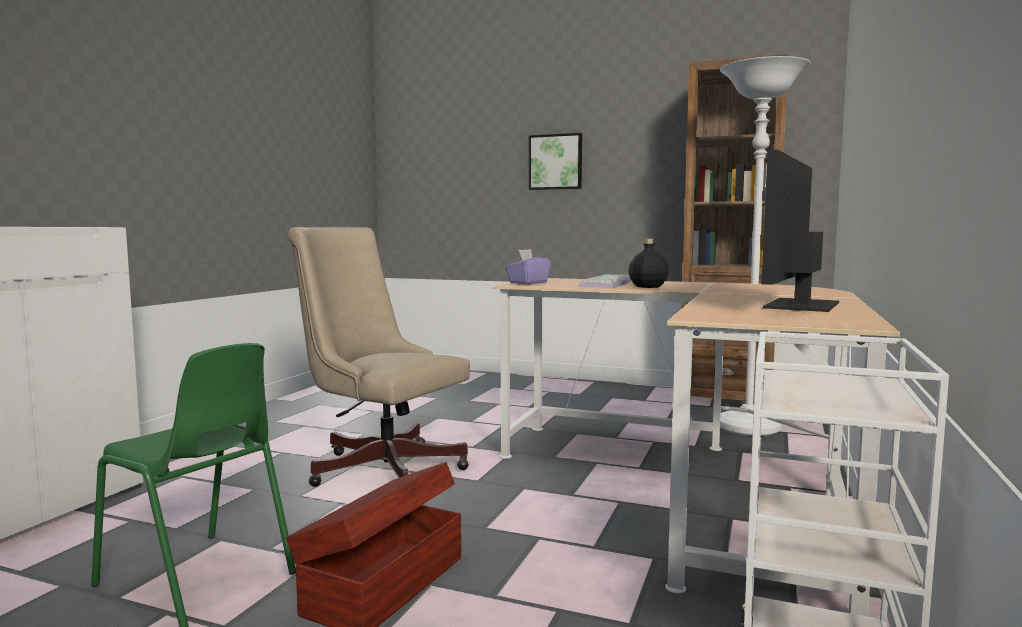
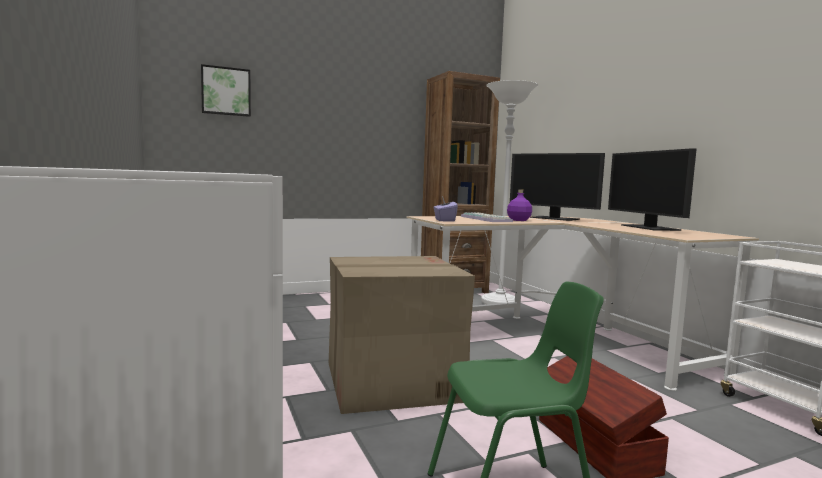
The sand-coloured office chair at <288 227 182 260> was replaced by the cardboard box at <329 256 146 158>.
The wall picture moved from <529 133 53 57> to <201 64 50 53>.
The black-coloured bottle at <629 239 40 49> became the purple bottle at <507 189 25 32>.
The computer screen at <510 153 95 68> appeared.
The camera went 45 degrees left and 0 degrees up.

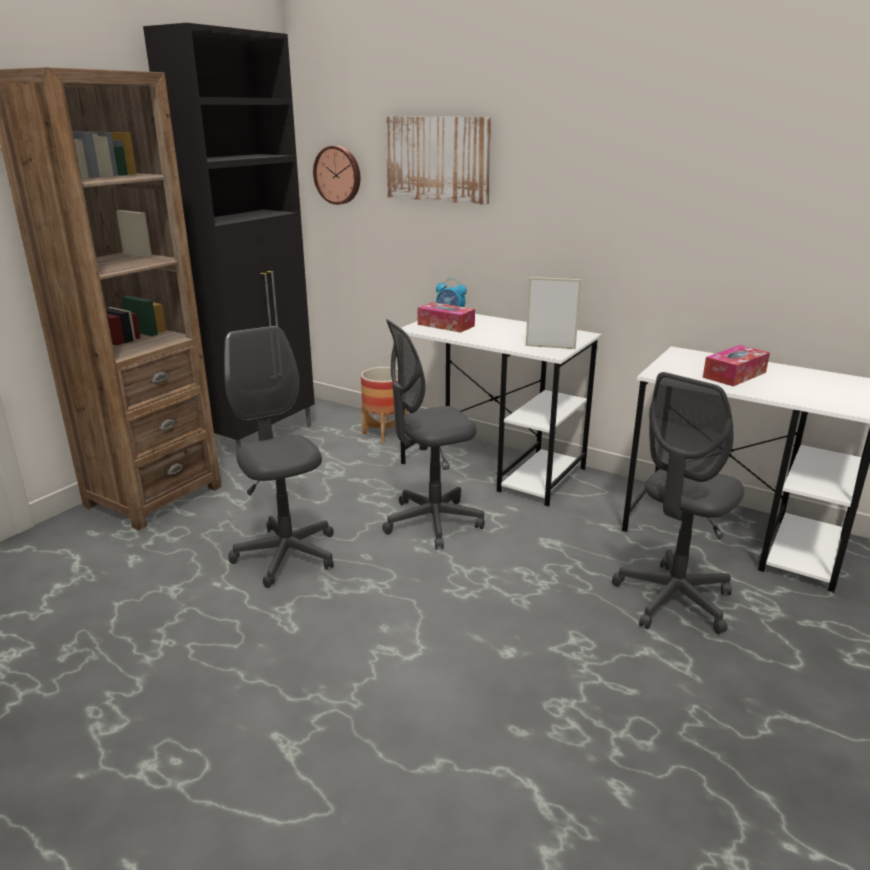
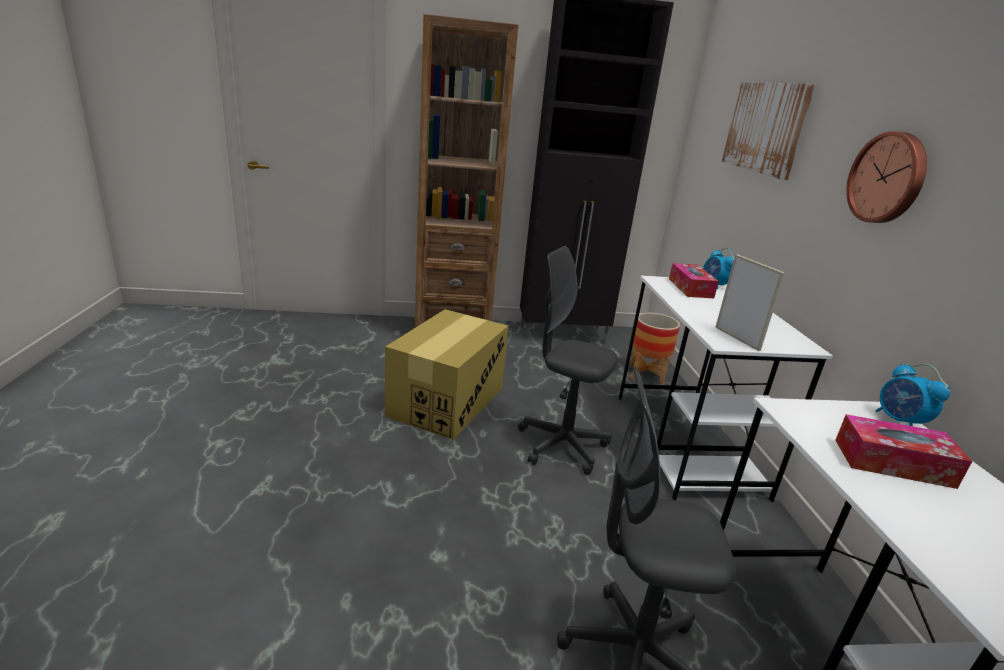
The grey office chair at <224 326 110 262> was replaced by the cardboard box at <385 309 123 131>.
The wall clock moved from <313 146 47 59> to <846 131 81 92>.
The bedside clock at <876 363 75 63> appeared.
The camera went 50 degrees right and 0 degrees up.

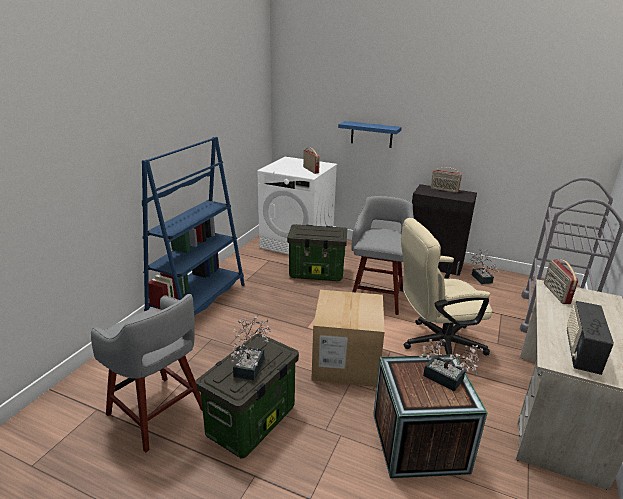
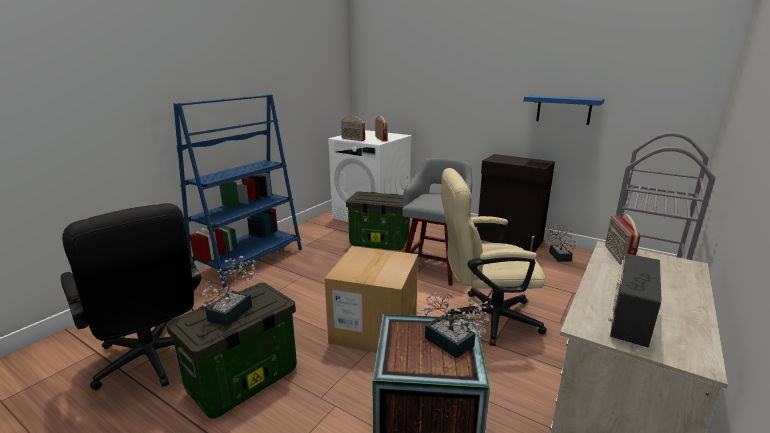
The grey stool at <91 294 112 159> was replaced by the black-coloured office chair at <61 203 140 187>.
The bluish wall shelf moved from <338 121 64 27> to <524 95 80 30>.
The radio receiver moved from <431 167 31 26> to <341 116 24 25>.
The camera went 10 degrees right and 5 degrees down.

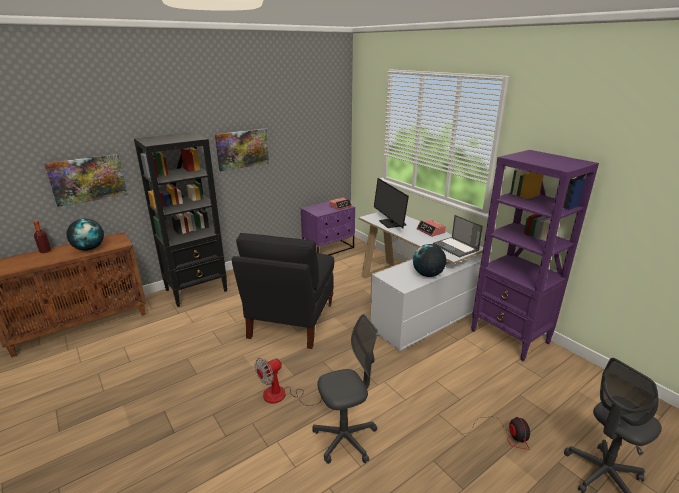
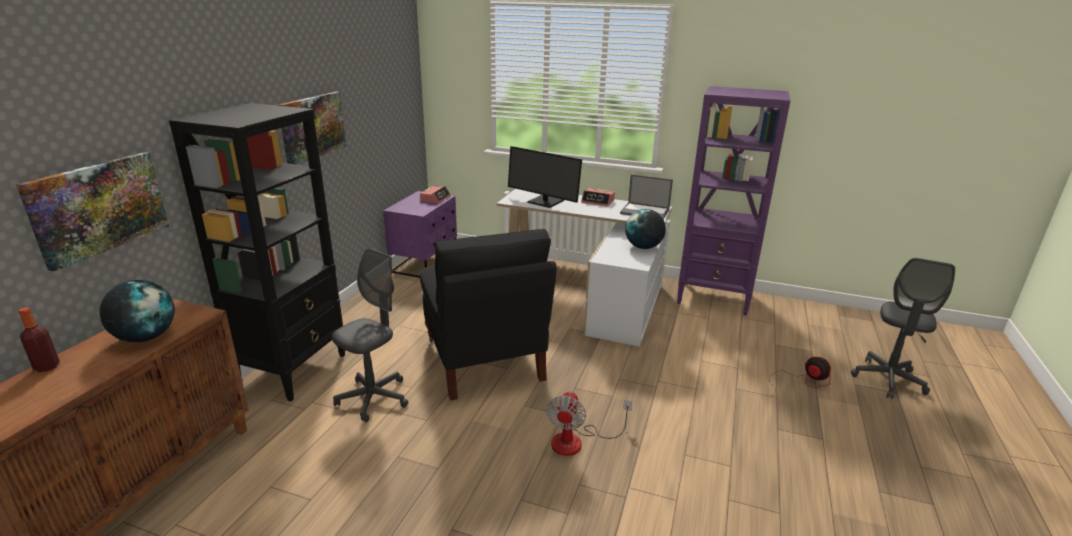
The grey office chair moved from <312 314 66 150> to <332 248 76 174>.
The camera went 35 degrees left and 0 degrees up.

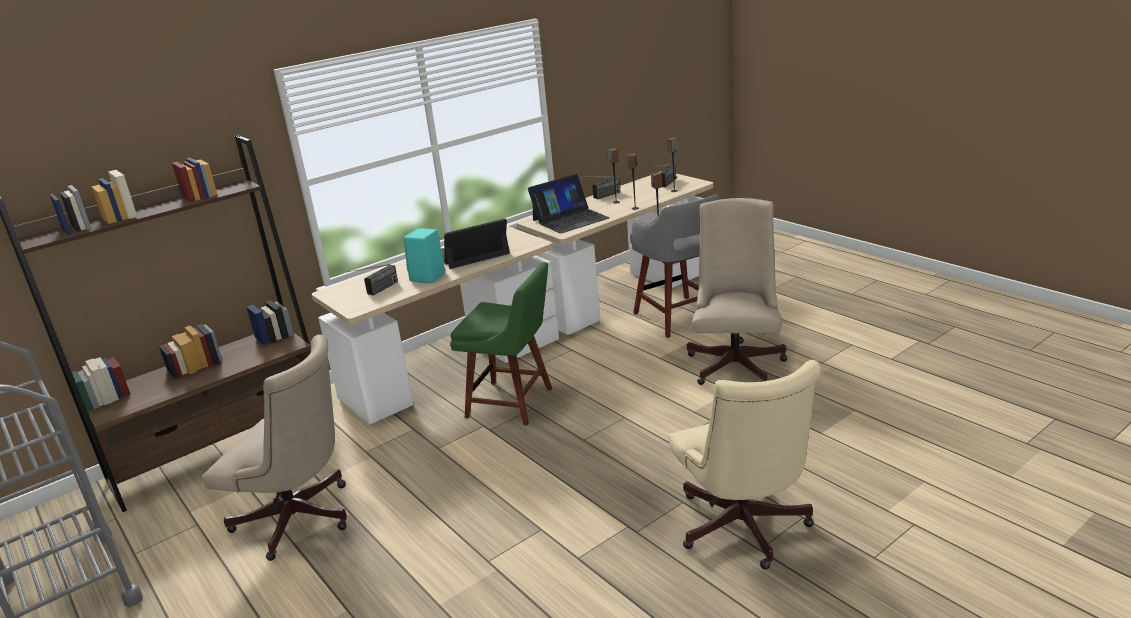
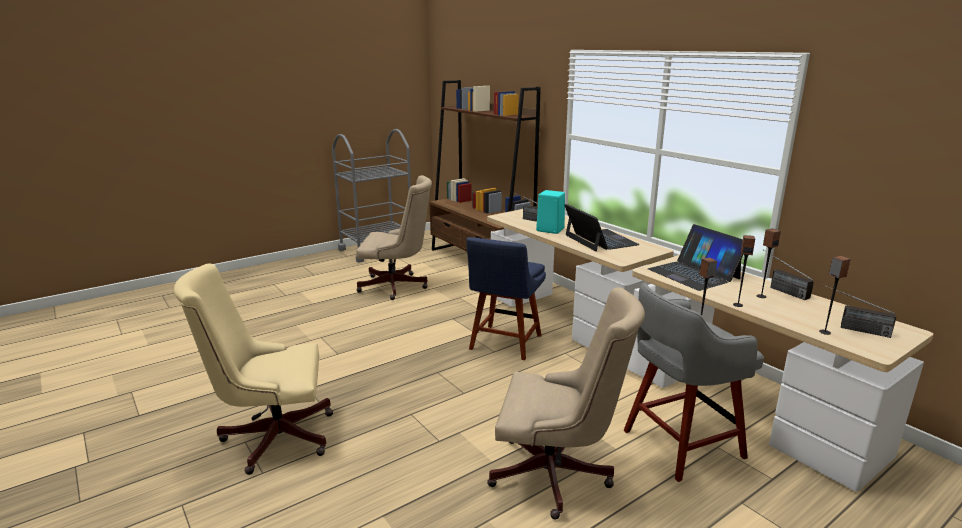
The sand-coloured office chair at <202 335 145 226> turned 105 degrees counterclockwise.
The greenish upright chair at <450 262 102 164> became the bluish upright chair at <466 237 80 123>.
The camera went 90 degrees right and 5 degrees down.

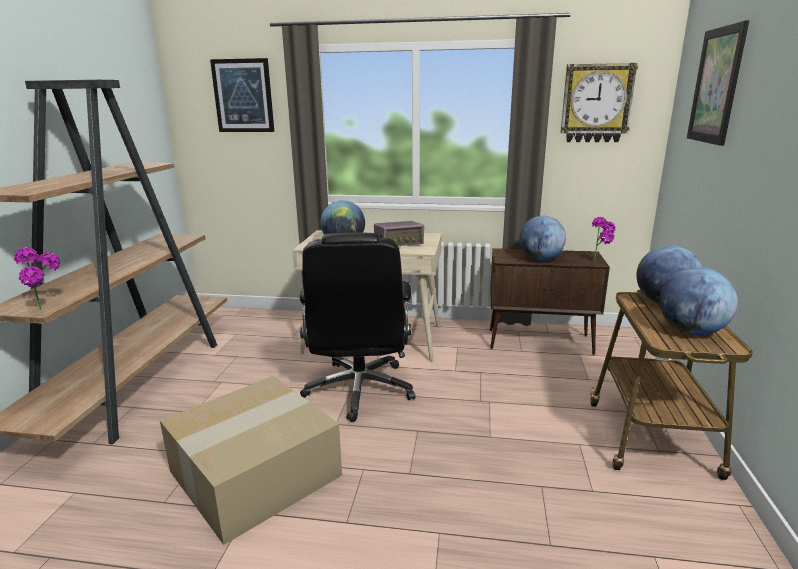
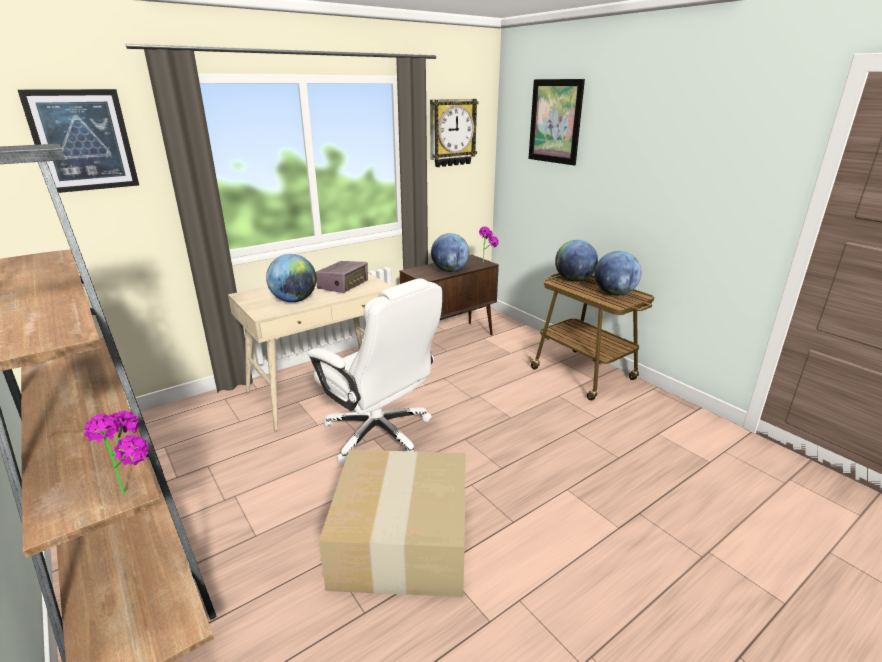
The black-coloured office chair at <300 233 115 189> became the white office chair at <308 278 134 186>.
The camera went 45 degrees left and 5 degrees up.

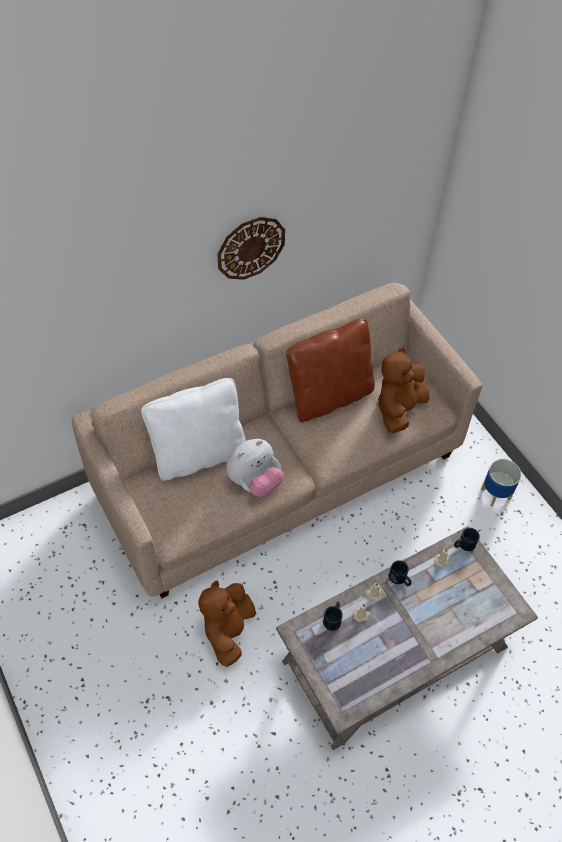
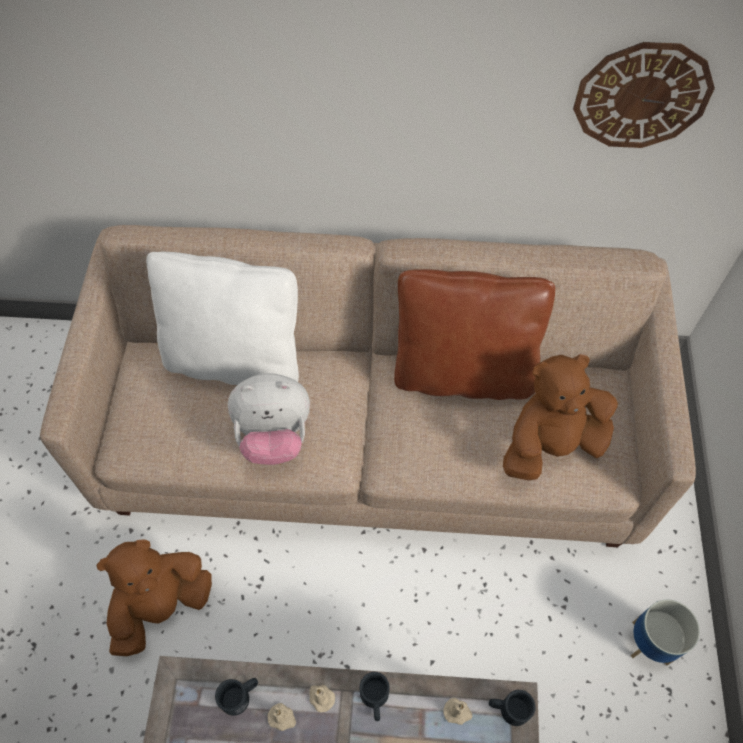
The wall clock moved from <217 217 68 63> to <573 42 142 106>.
The camera went 35 degrees right and 5 degrees up.

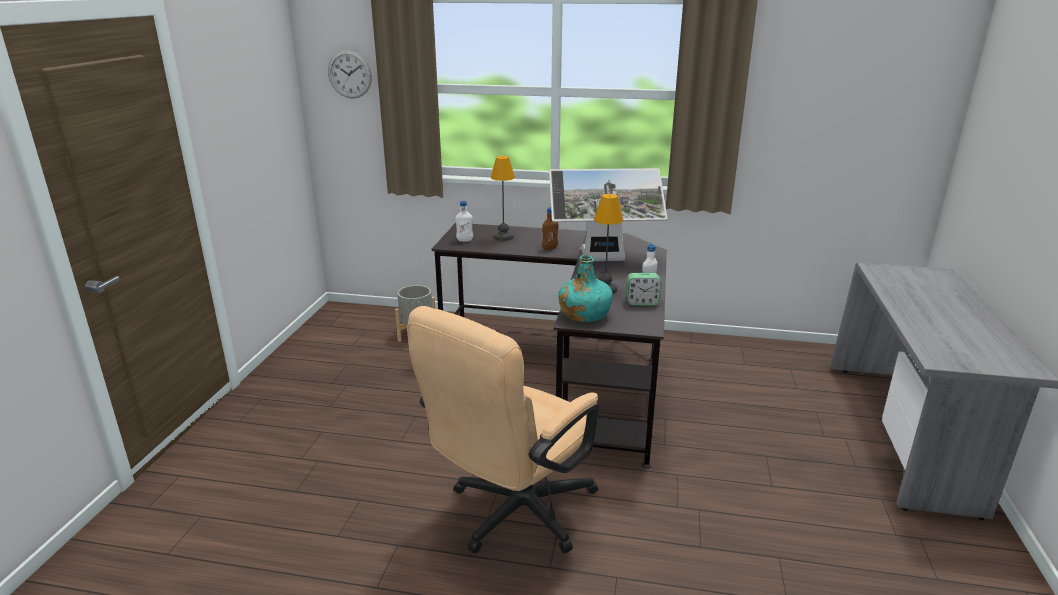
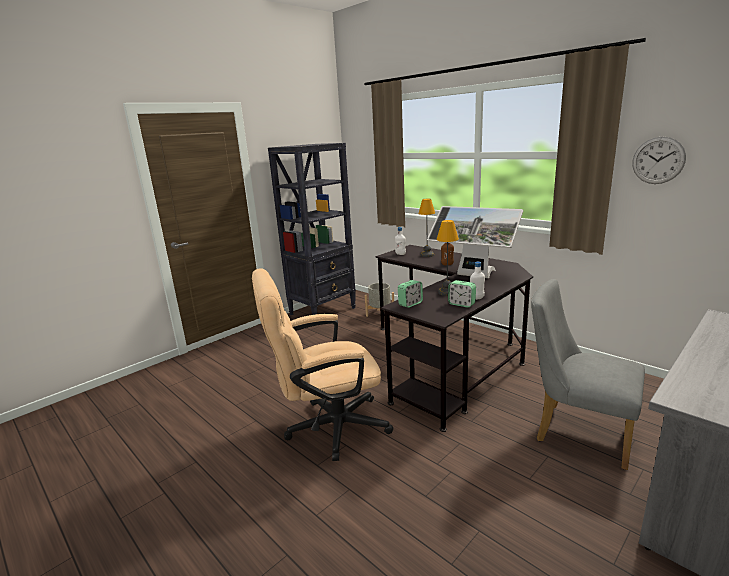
The wall clock moved from <328 50 44 49> to <632 137 54 47>.
The blue-green bottle at <558 255 55 67> was replaced by the bedside clock at <398 280 25 28>.
The black-coloured shelving unit at <268 143 88 172> appeared.
The grey upright chair at <531 279 114 191> appeared.
The camera went 35 degrees right and 5 degrees down.

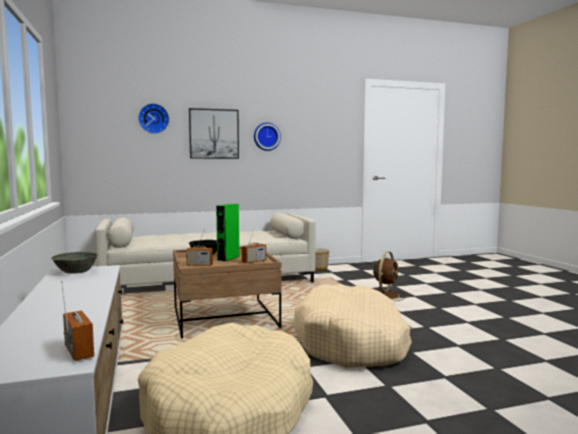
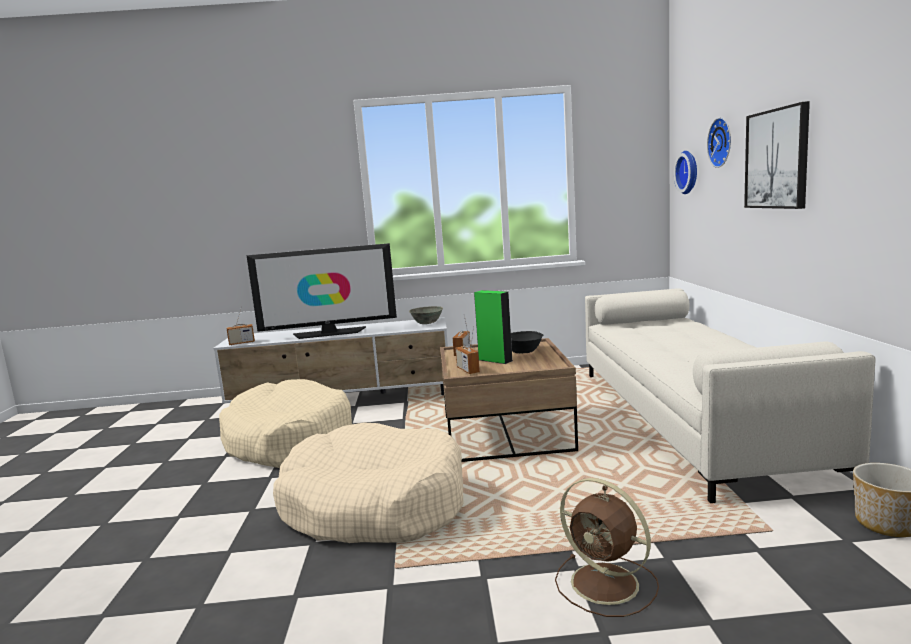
The wall clock moved from <254 123 27 28> to <674 151 23 43>.
The TV set at <247 243 150 96> appeared.
The camera went 105 degrees right and 5 degrees up.

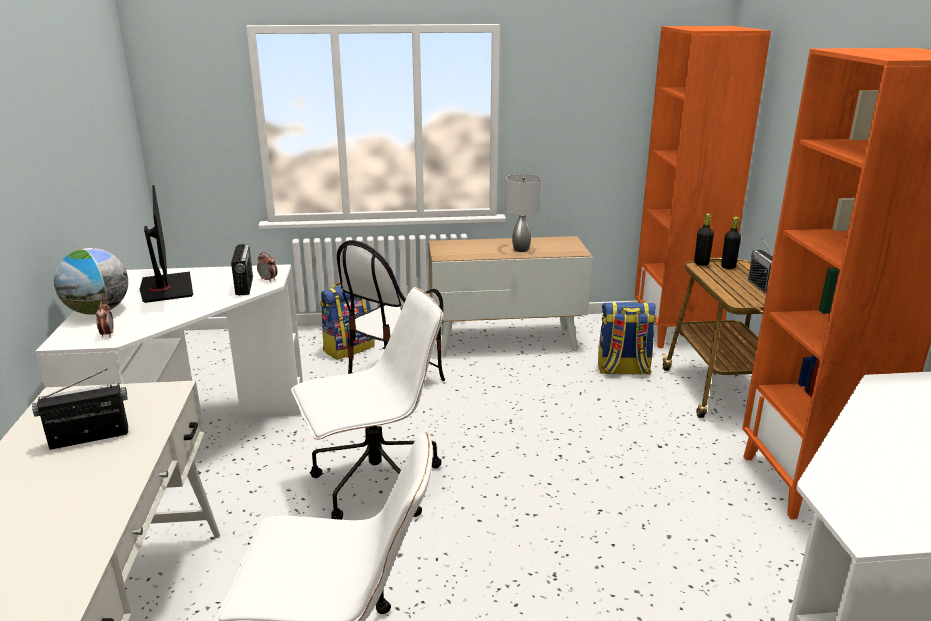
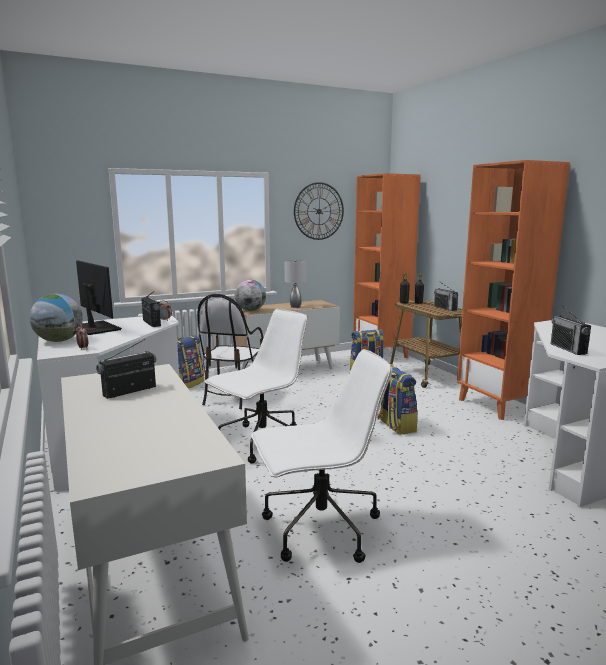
The world globe at <235 280 31 31> appeared.
The wall clock at <294 182 50 58> appeared.
The knapsack at <378 365 40 70> appeared.
The radio receiver at <551 305 40 50> appeared.
The camera went 20 degrees left and 10 degrees down.

